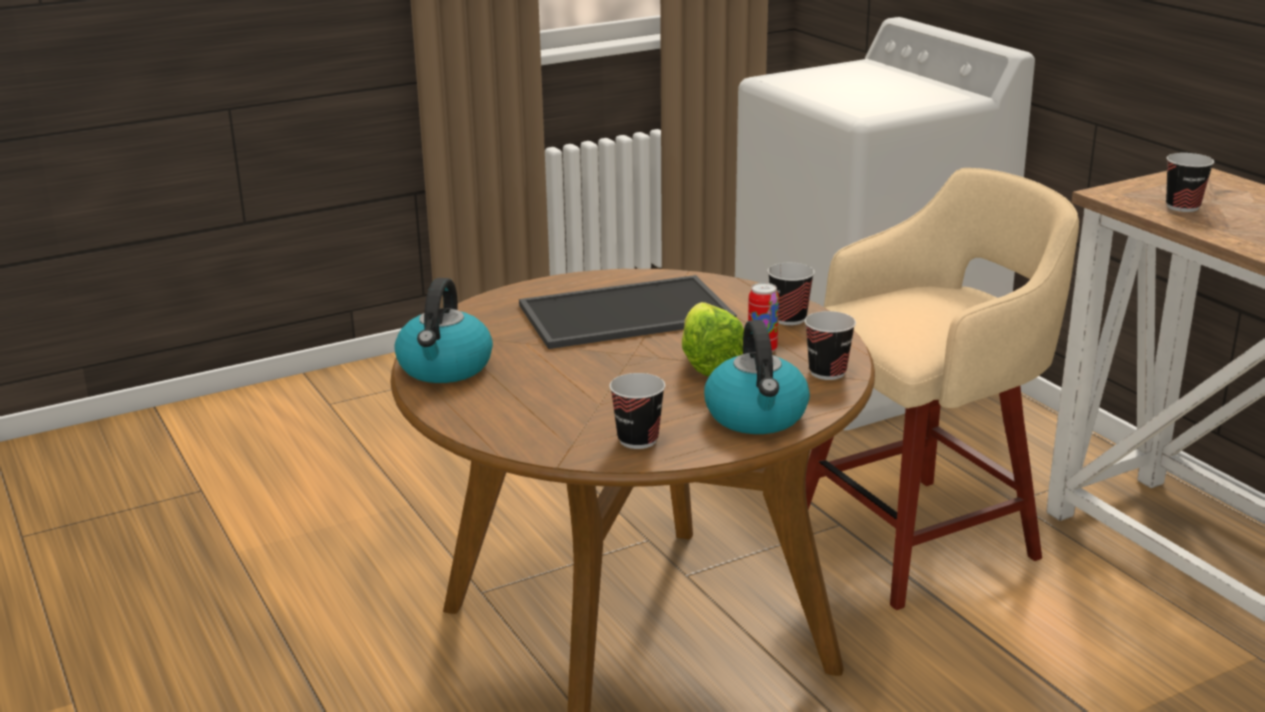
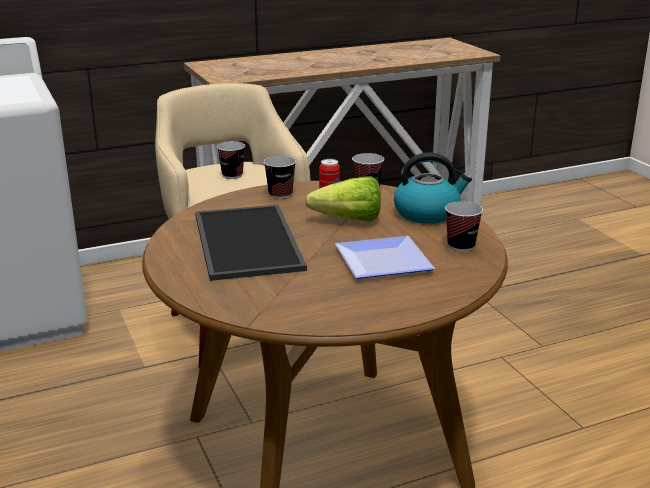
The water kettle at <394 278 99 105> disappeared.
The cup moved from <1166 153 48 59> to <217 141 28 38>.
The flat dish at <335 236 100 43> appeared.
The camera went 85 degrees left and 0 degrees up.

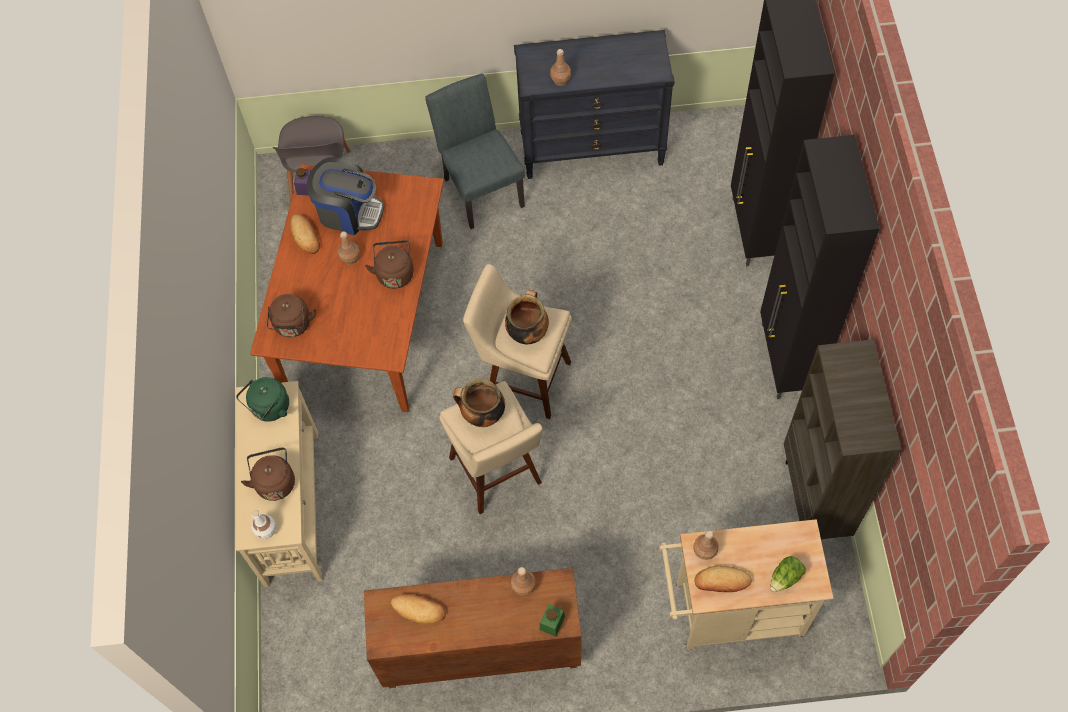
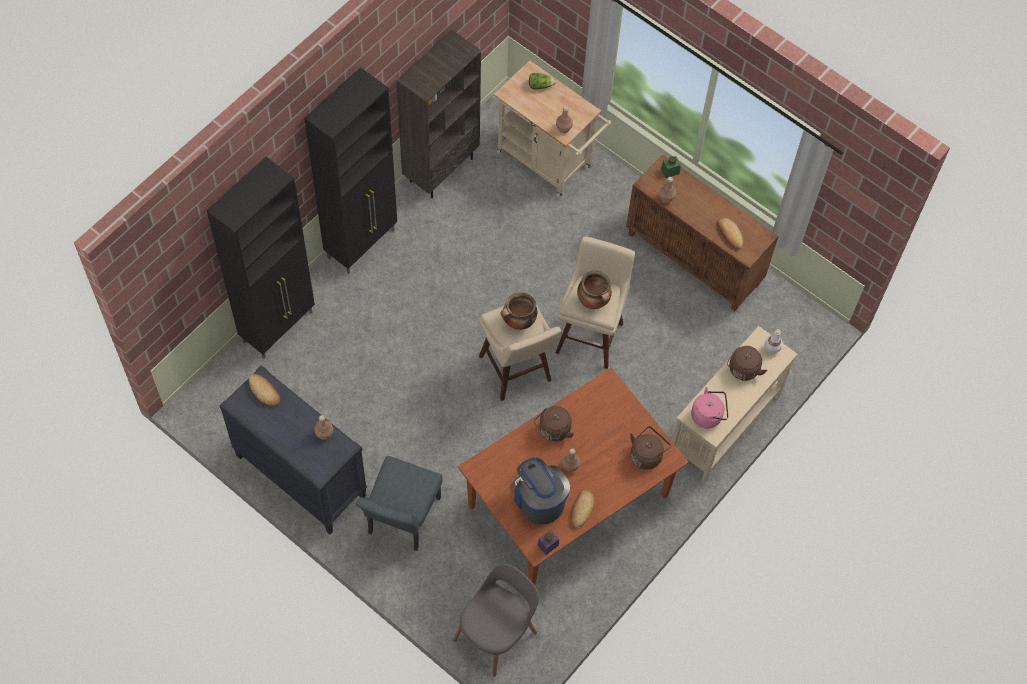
The greenish water kettle at <236 377 53 45> became the pink-coloured water kettle at <691 387 37 42>.
The baked bread moved from <694 566 58 26> to <249 374 31 32>.
The camera went 140 degrees left and 0 degrees up.

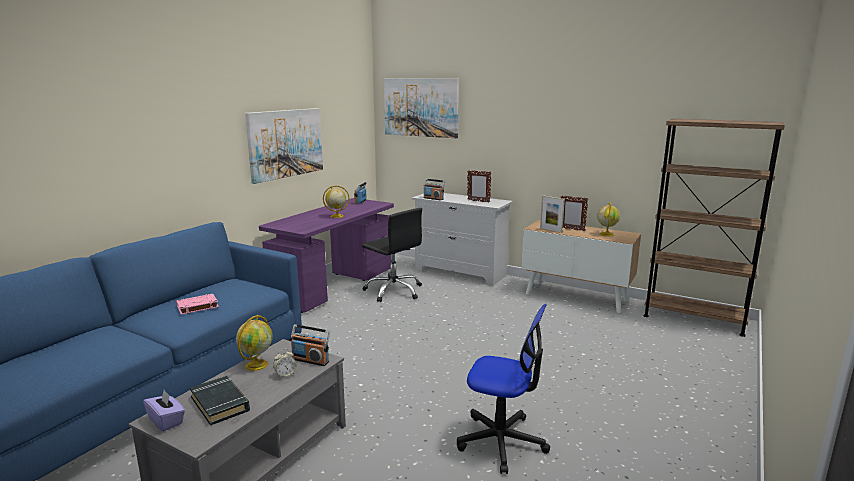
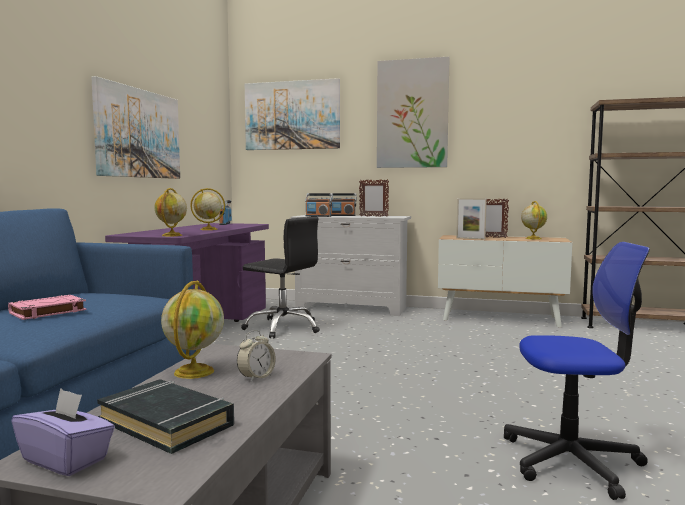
The radio receiver moved from <291 324 39 42> to <330 193 27 23>.
The world globe at <154 188 33 48> appeared.
The wall picture at <377 57 73 111> appeared.
The camera went 15 degrees left and 10 degrees down.

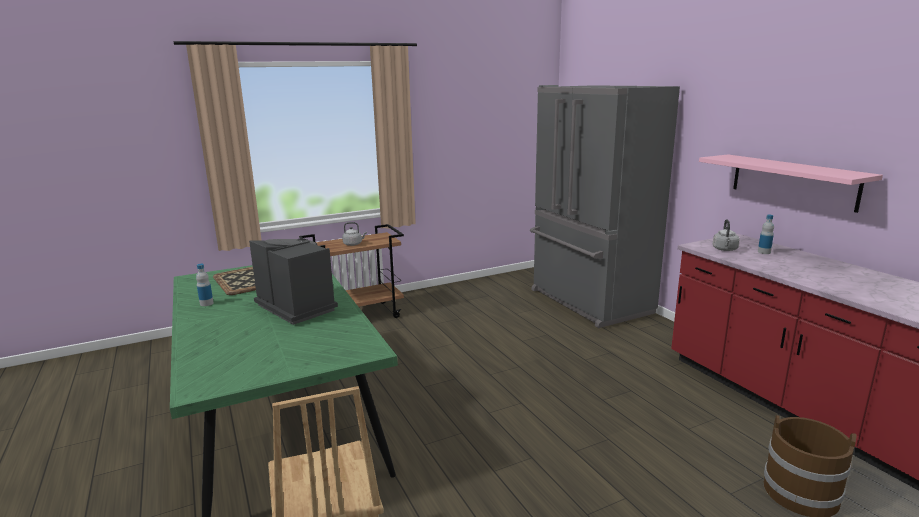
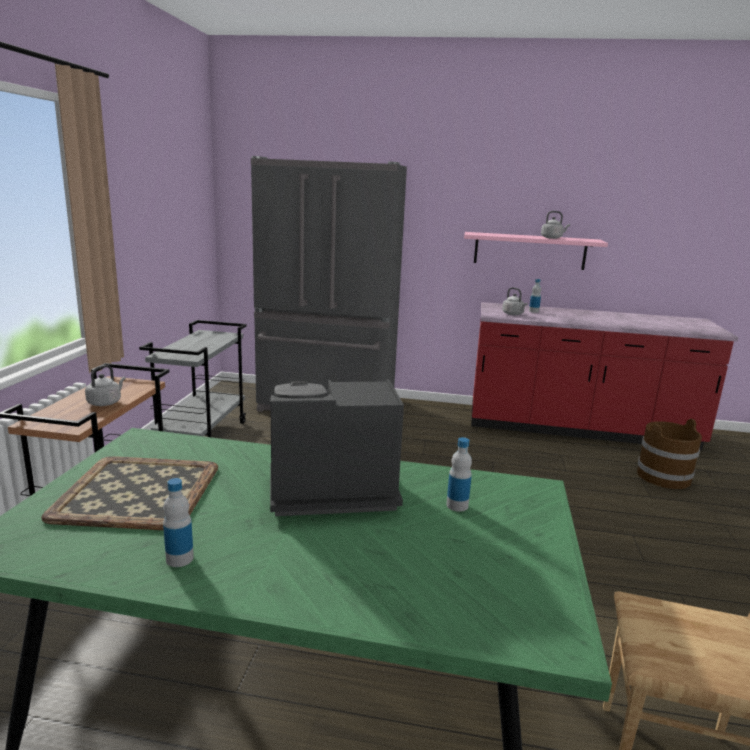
The grey cart at <139 320 108 117> appeared.
The bottle at <446 437 26 75> appeared.
The grey water kettle at <541 211 29 28> appeared.
The camera went 55 degrees left and 0 degrees up.

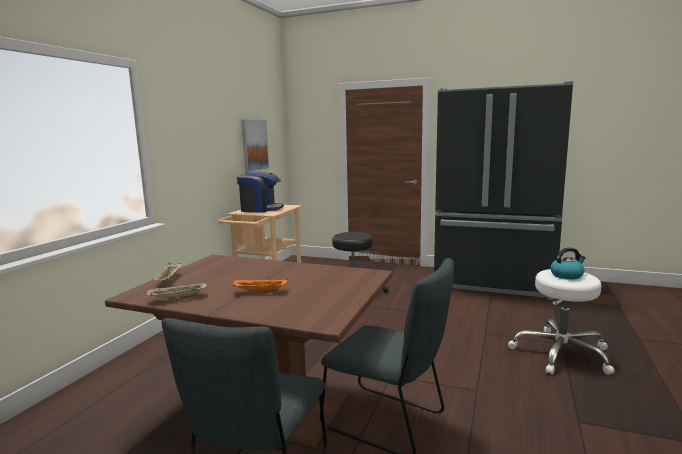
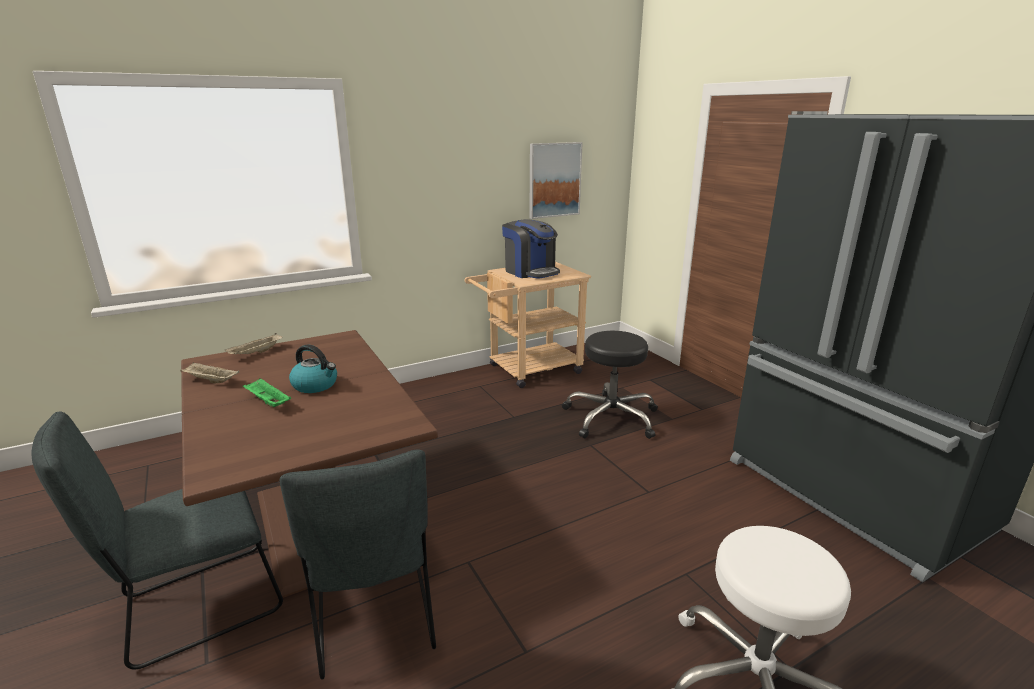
The orange-coloured tray at <232 279 56 14> became the greenish tray at <243 378 48 29>.
The water kettle moved from <551 247 35 33> to <289 344 48 49>.
The camera went 40 degrees right and 10 degrees up.

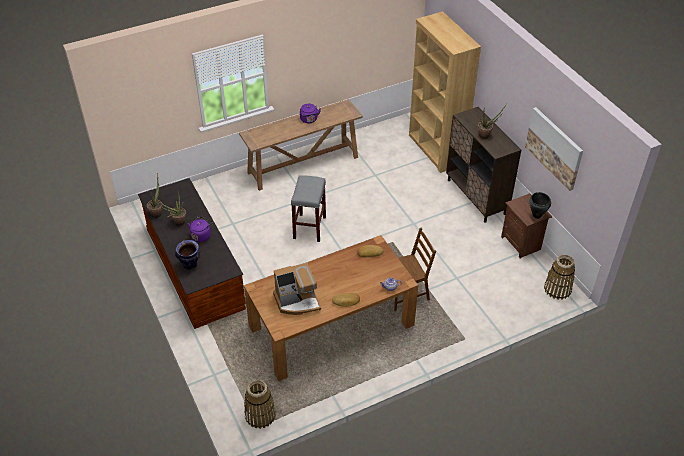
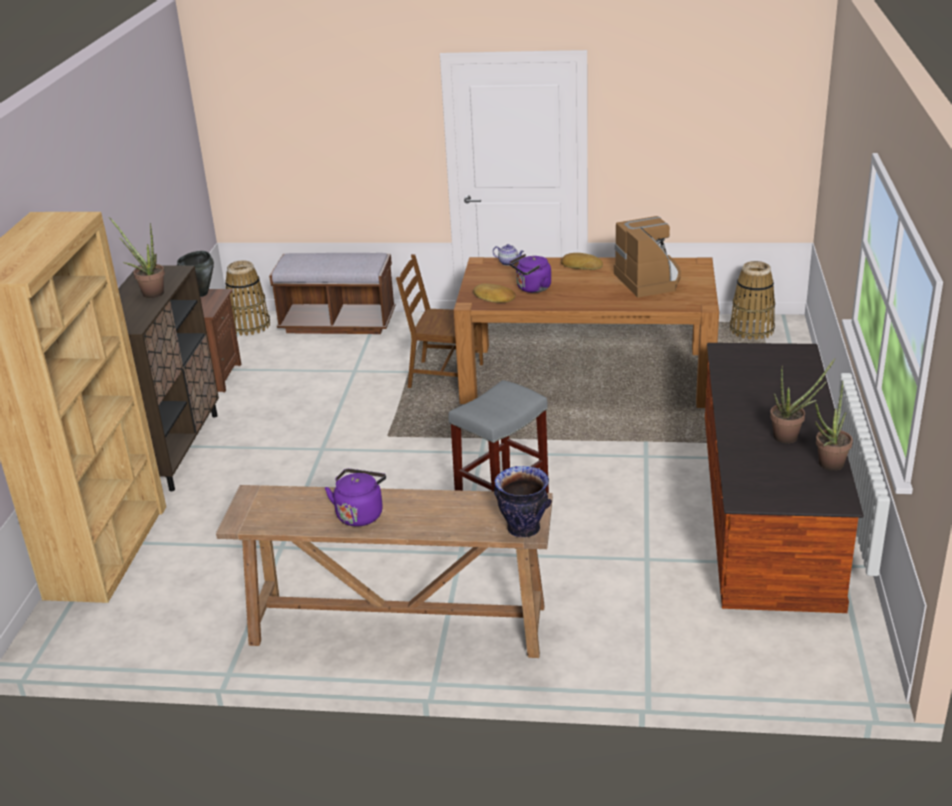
The flower vase moved from <175 240 26 30> to <494 466 58 72>.
The purple water kettle moved from <187 216 26 26> to <509 254 42 39>.
The coffee brewer at <273 262 48 53> turned 60 degrees clockwise.
The wall picture at <525 107 58 84> disappeared.
The brown-coloured long seat at <269 253 127 81> appeared.
The camera went 145 degrees left and 15 degrees down.

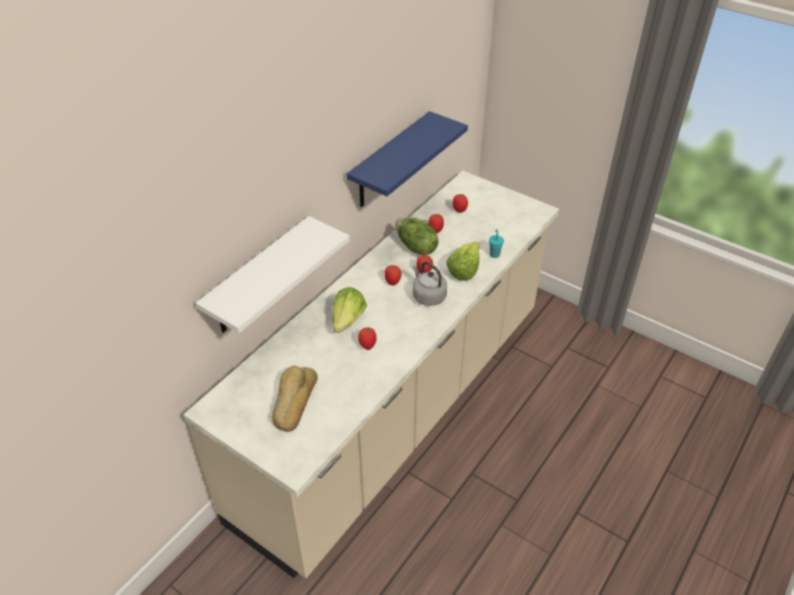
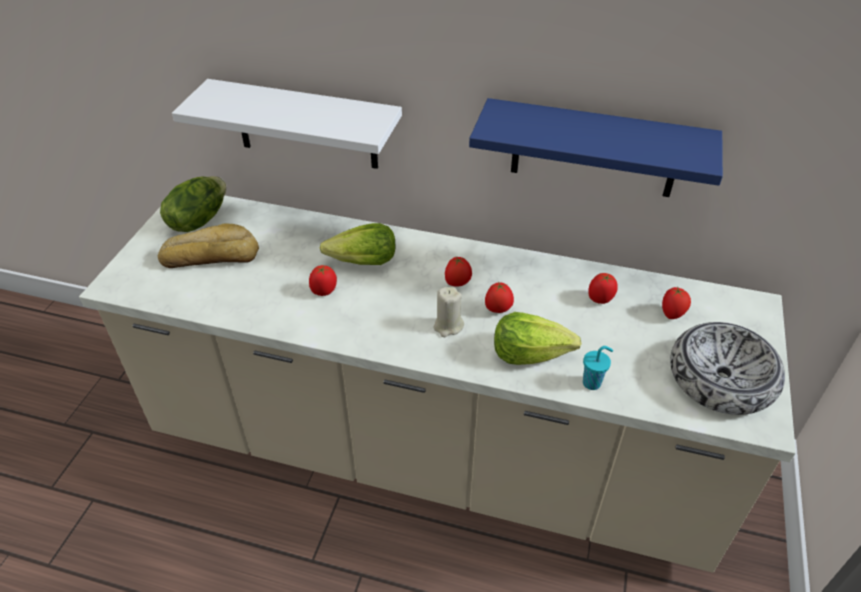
The lettuce head moved from <395 218 44 37> to <160 176 66 56>.
The grey water kettle at <413 261 34 45> was replaced by the sand-coloured candle at <434 287 30 50>.
The deep dish at <670 322 115 93> appeared.
The camera went 70 degrees right and 0 degrees up.

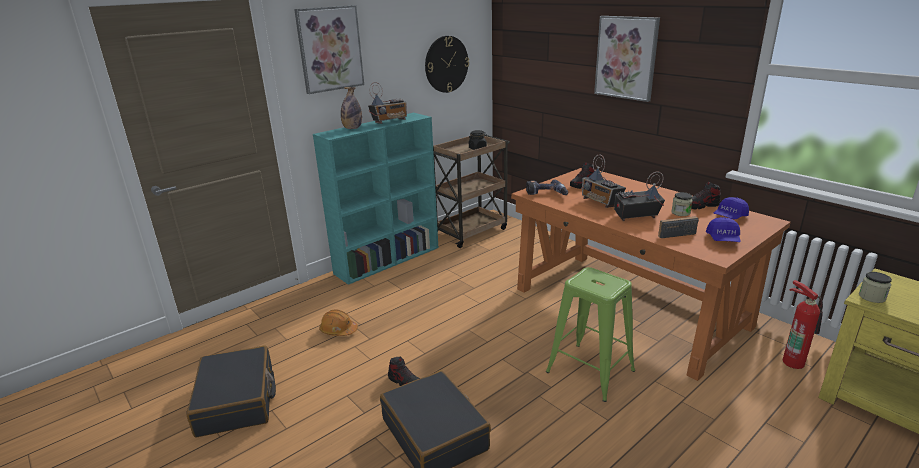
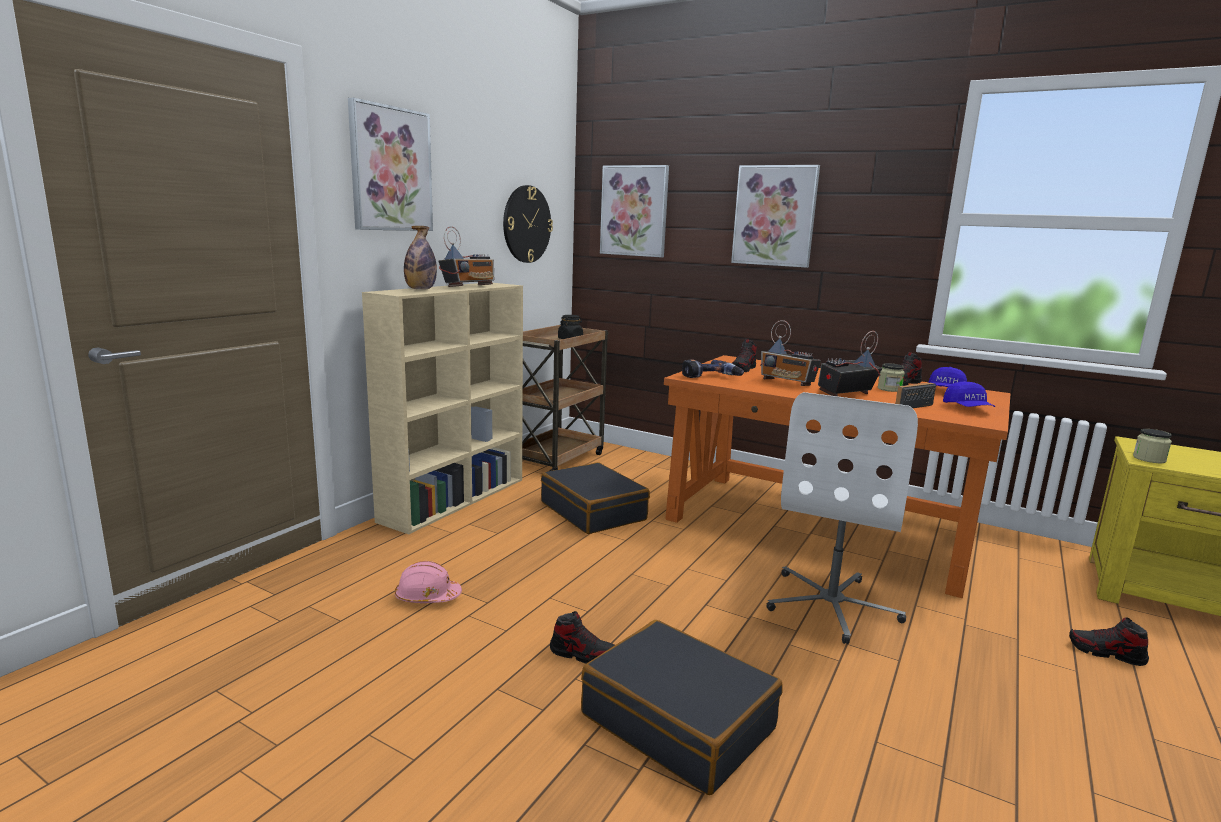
The black-coloured piece of luggage moved from <186 346 90 91> to <541 462 109 72>.
The blue-green shelving unit at <313 112 125 173> became the sand-coloured shelving unit at <362 283 161 251>.
The orange-coloured work helmet at <319 309 39 27> became the pink-coloured work helmet at <395 561 67 42>.
The greenish stool at <546 267 89 135> was replaced by the white office chair at <767 392 151 252>.
The fire extinguisher at <783 280 40 89> disappeared.
The wall picture at <600 165 69 92> appeared.
The item of footwear at <1069 618 80 48> appeared.
The camera went 20 degrees left and 10 degrees down.

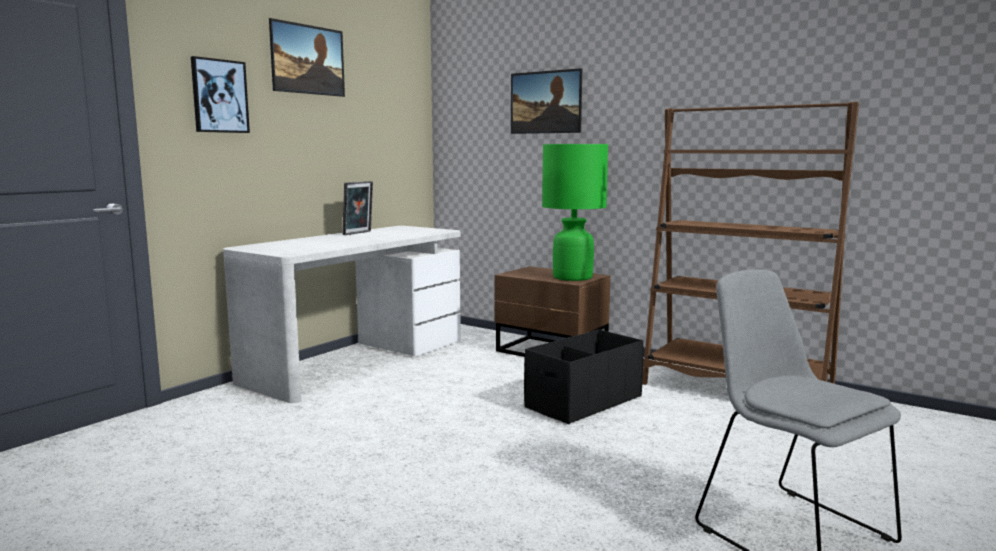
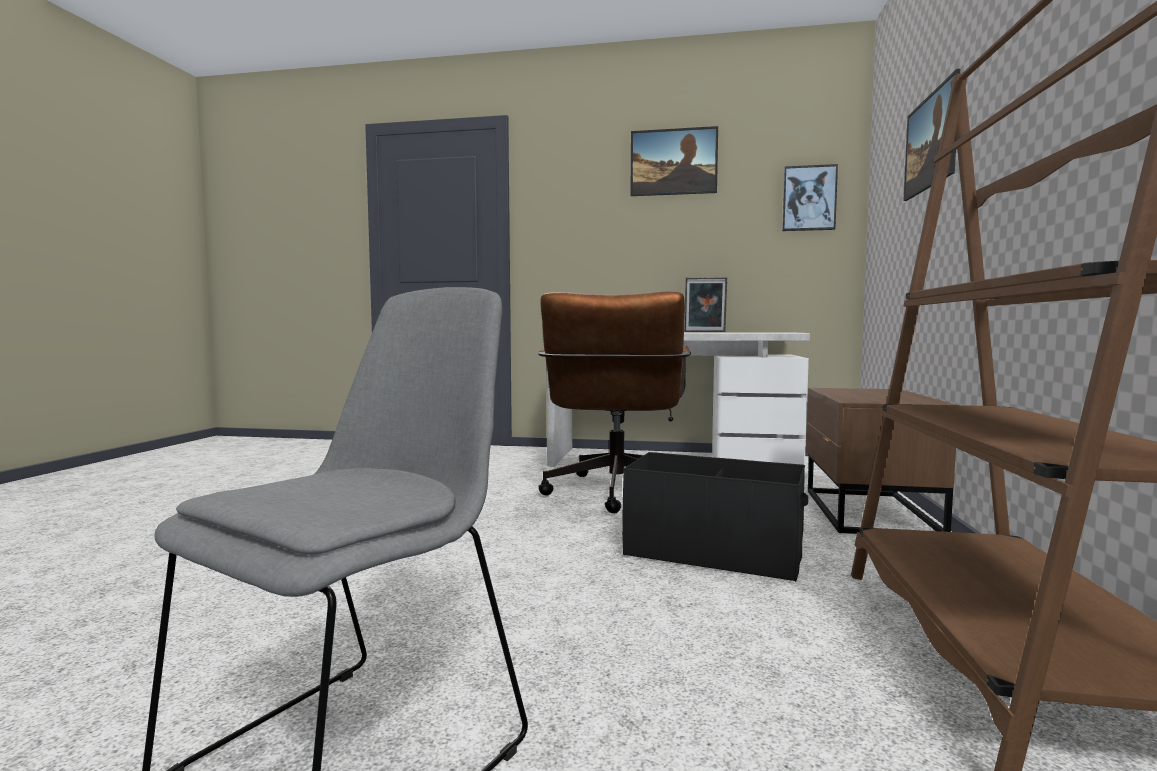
The wall picture moved from <191 56 59 77> to <782 164 56 67>.
The greenish table lamp at <542 144 66 137> disappeared.
The brown-coloured office chair at <538 291 153 222> appeared.
The camera went 65 degrees right and 5 degrees down.

